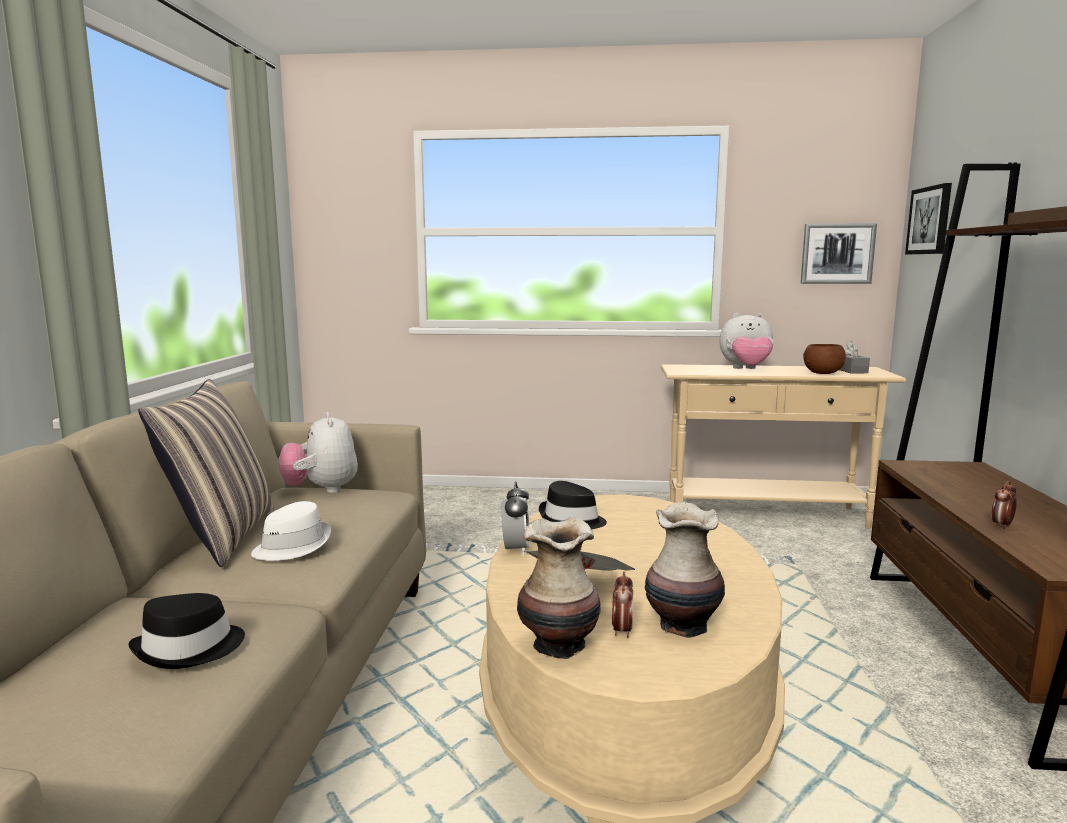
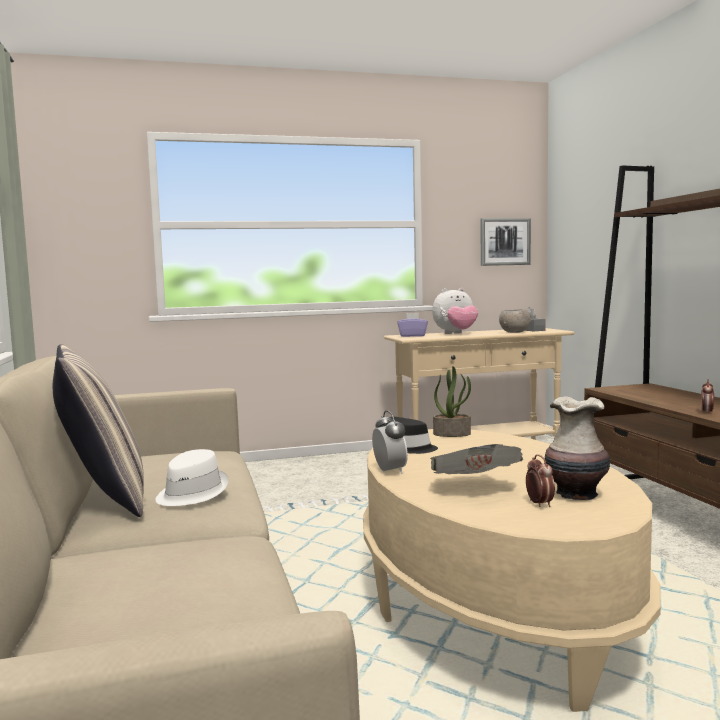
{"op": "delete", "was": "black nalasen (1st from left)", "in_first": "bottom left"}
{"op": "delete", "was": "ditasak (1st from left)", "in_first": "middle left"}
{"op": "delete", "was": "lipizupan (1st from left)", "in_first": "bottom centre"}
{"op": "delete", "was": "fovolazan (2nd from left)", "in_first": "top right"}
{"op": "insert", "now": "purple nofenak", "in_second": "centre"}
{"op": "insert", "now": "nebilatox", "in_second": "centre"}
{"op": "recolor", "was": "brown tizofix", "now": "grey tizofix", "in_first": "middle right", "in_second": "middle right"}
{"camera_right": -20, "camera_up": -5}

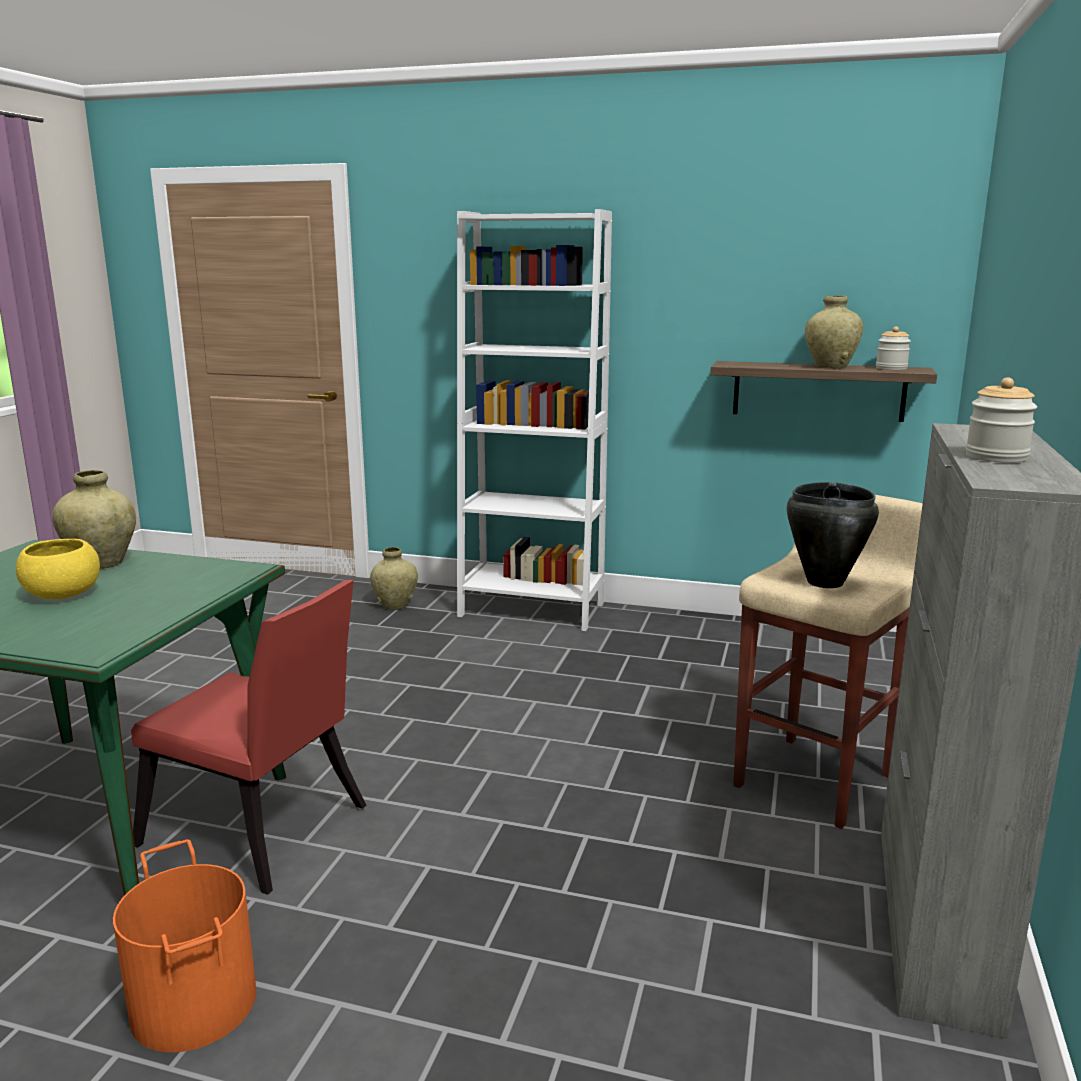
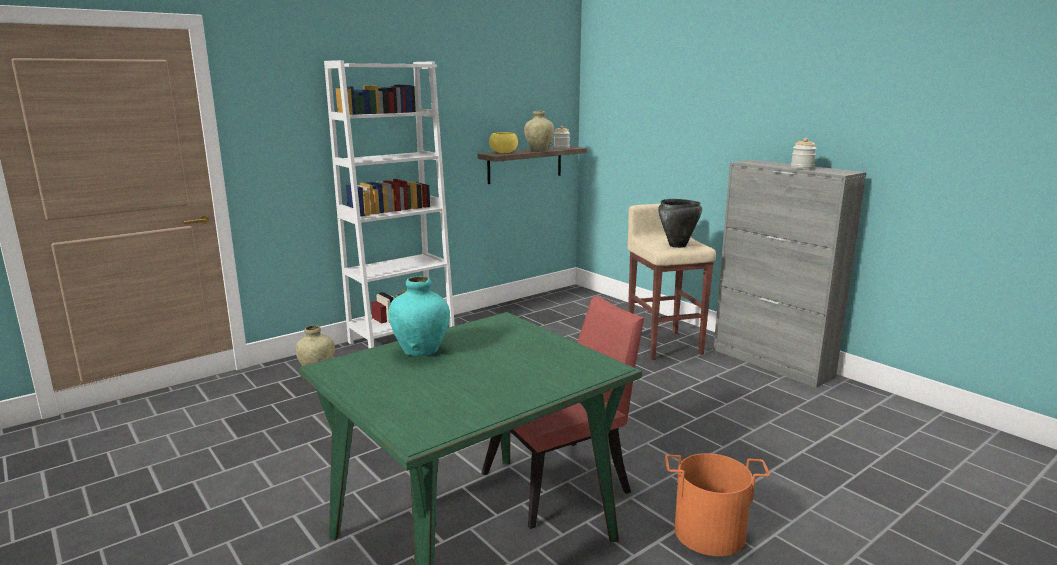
{"op": "move", "was": "yellow tizofix", "in_first": "middle left", "in_second": "top centre"}
{"op": "recolor", "was": "beige lipizupan (1st from left)", "now": "turquoise lipizupan", "in_first": "middle left", "in_second": "centre"}
{"camera_right": -55, "camera_up": 0}

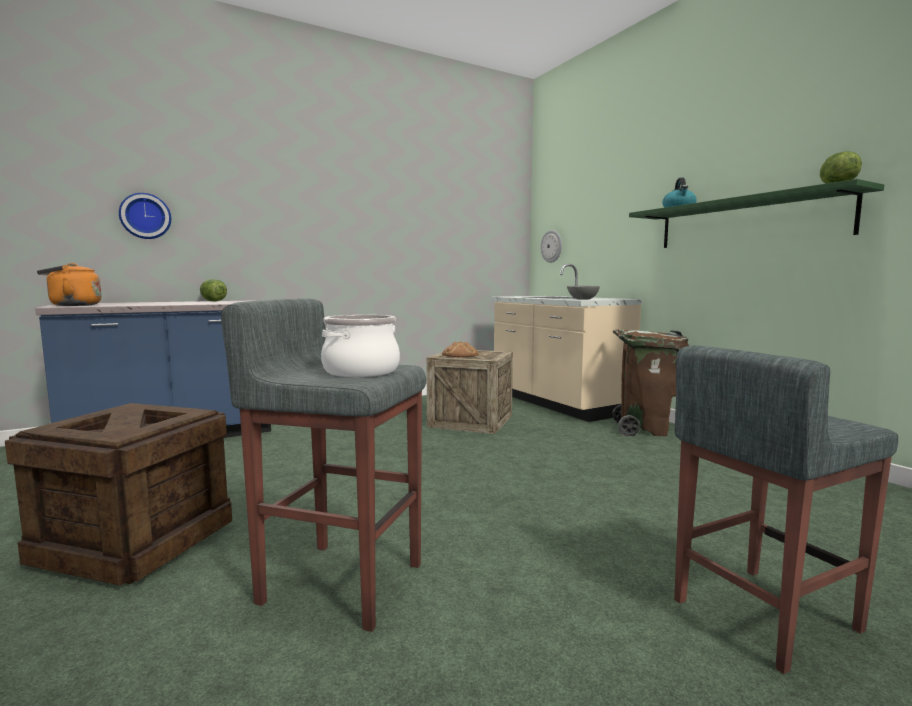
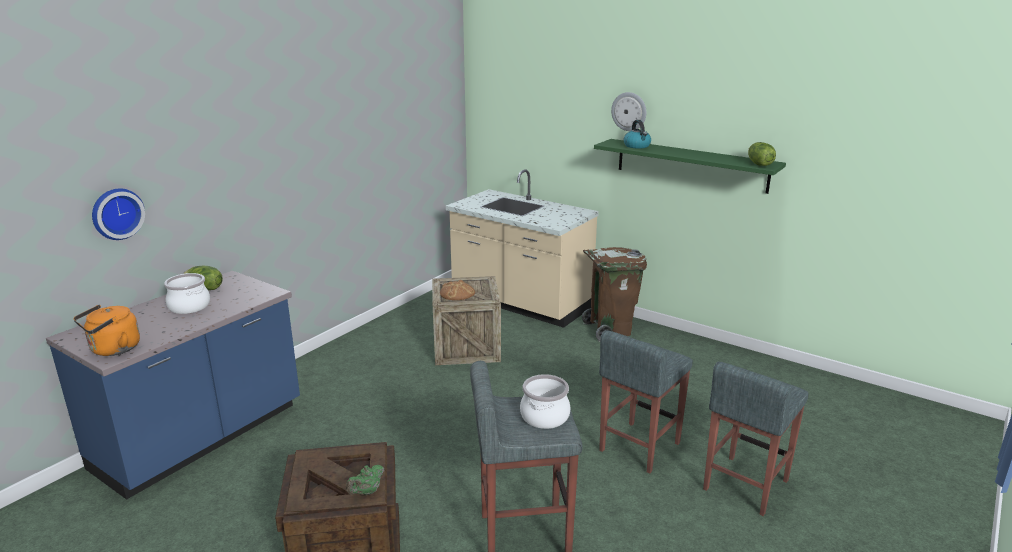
{"op": "delete", "was": "grey tizofix", "in_first": "centre"}
{"op": "insert", "now": "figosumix (1st from left)", "in_second": "middle left"}
{"op": "insert", "now": "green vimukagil", "in_second": "bottom centre"}
{"op": "insert", "now": "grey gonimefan (2nd from left)", "in_second": "bottom centre"}
{"op": "move", "was": "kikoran (2nd from left)", "in_first": "centre", "in_second": "top centre"}
{"camera_right": -25, "camera_up": 15}

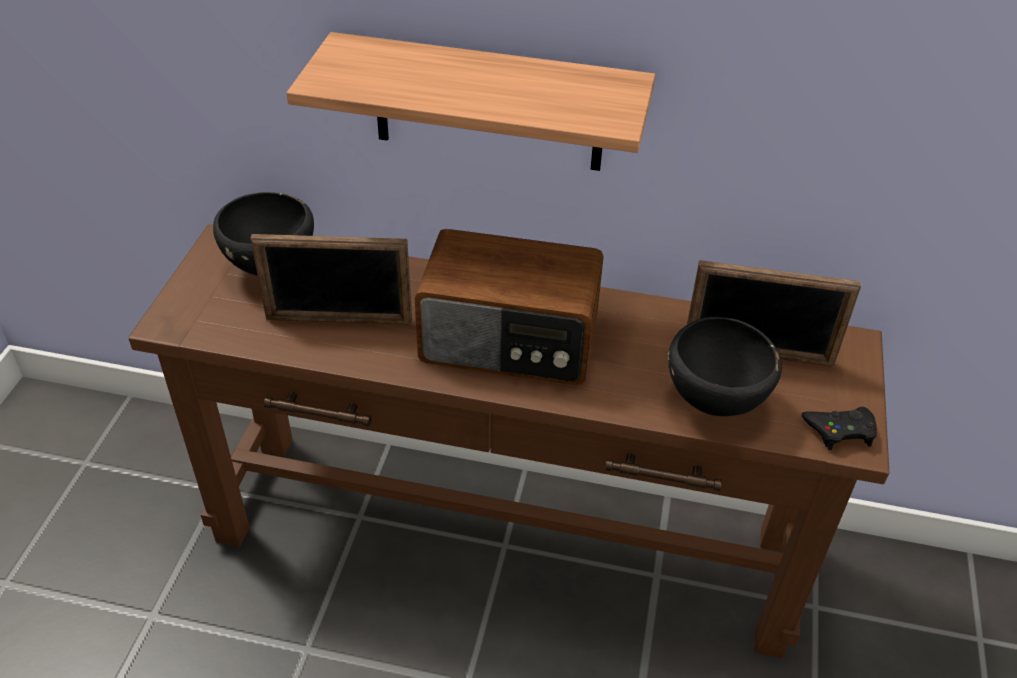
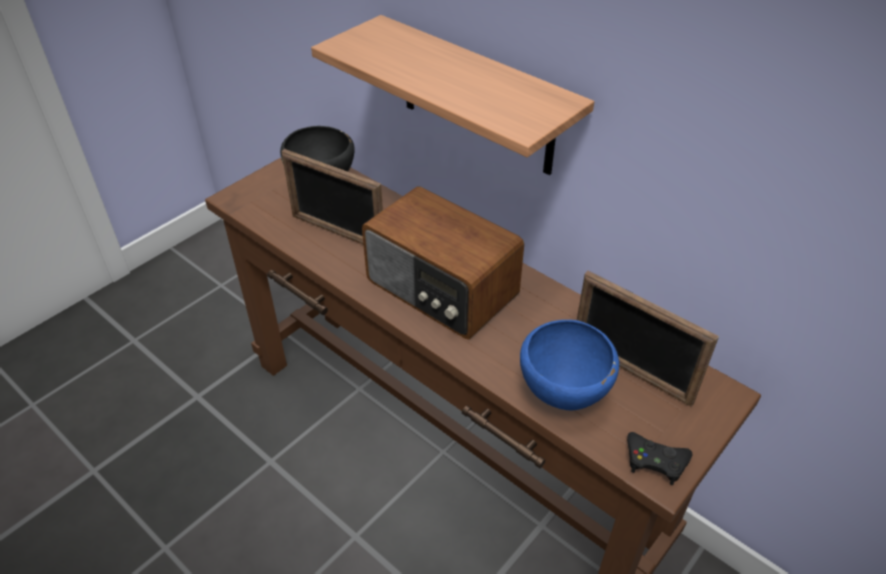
{"op": "recolor", "was": "black tizofix (2nd from left)", "now": "blue tizofix", "in_first": "middle right", "in_second": "centre"}
{"camera_right": 30, "camera_up": 0}

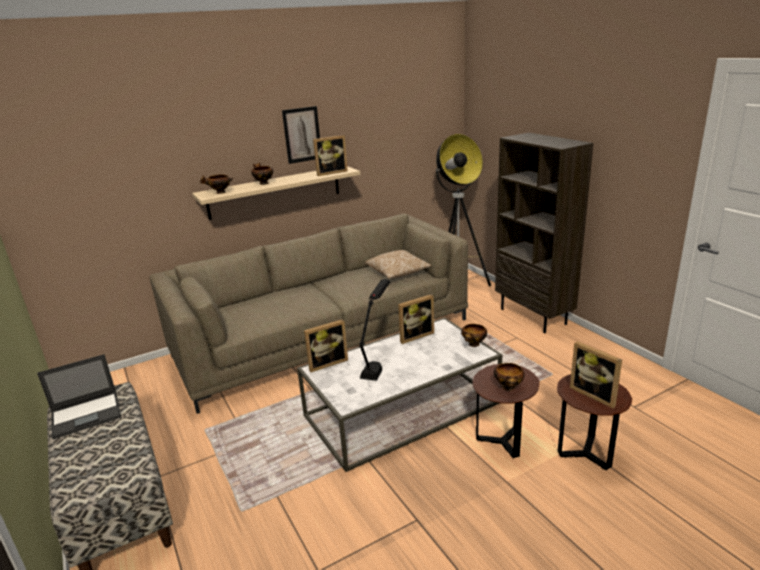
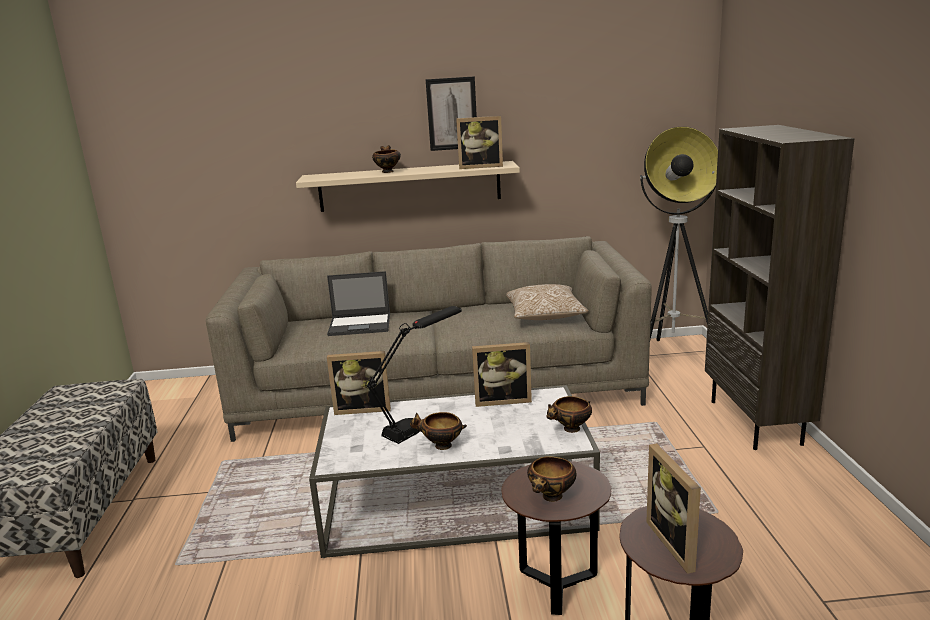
{"op": "move", "was": "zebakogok", "in_first": "bottom left", "in_second": "centre"}
{"op": "move", "was": "tizofix (1st from left in the first image)", "now": "tizofix (2nd from left)", "in_first": "top left", "in_second": "bottom centre"}
{"camera_right": 25, "camera_up": -5}

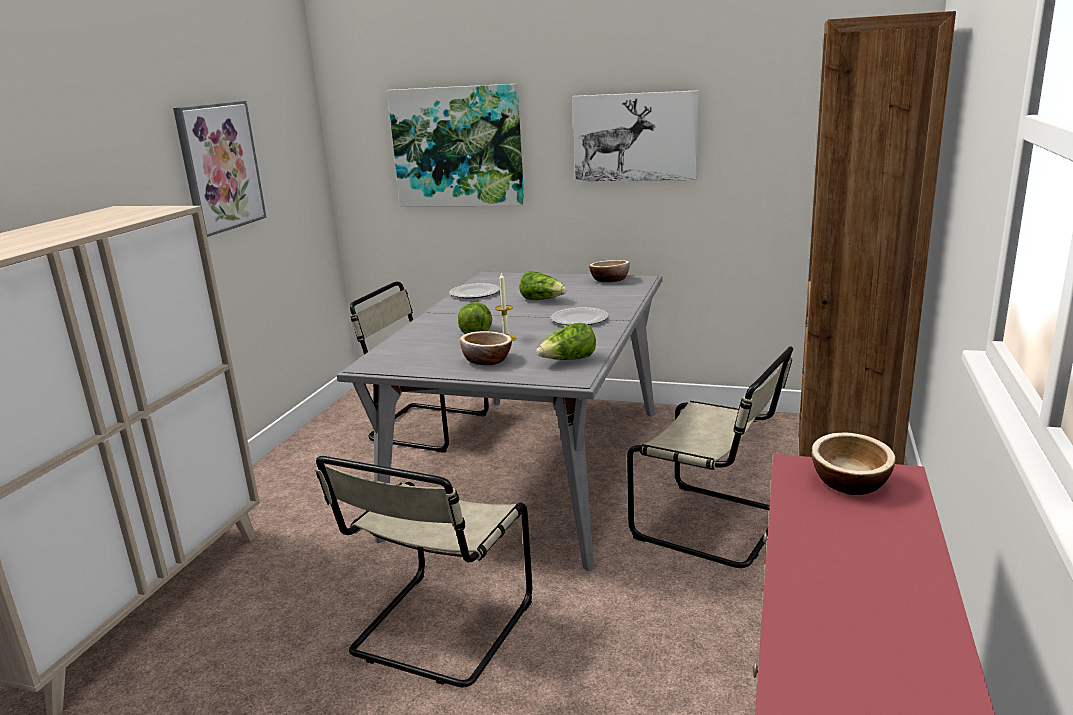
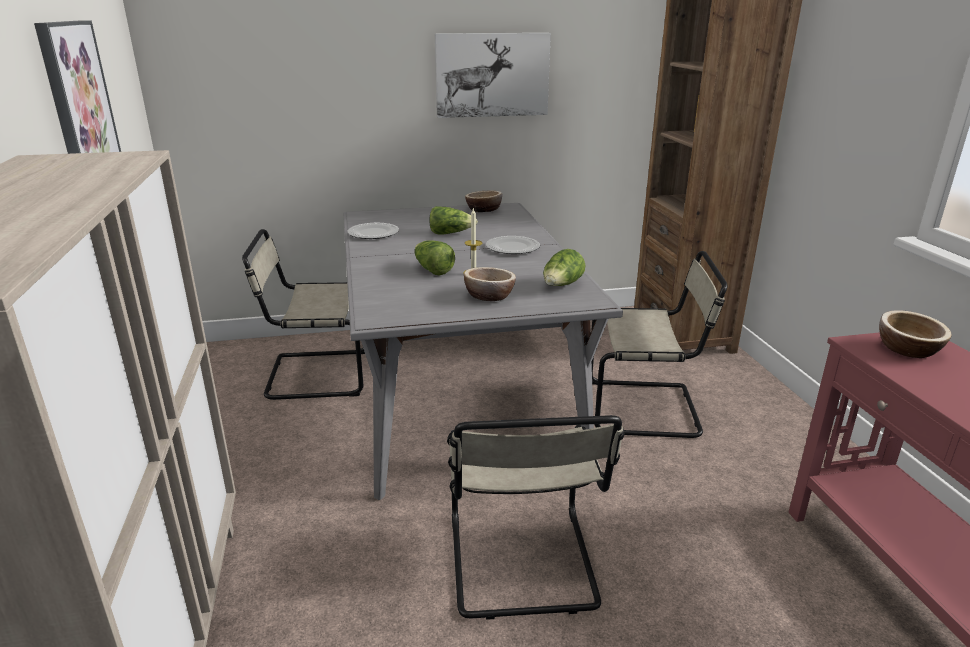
{"op": "delete", "was": "fovolazan (2nd from left)", "in_first": "top centre"}
{"camera_right": -30, "camera_up": 5}

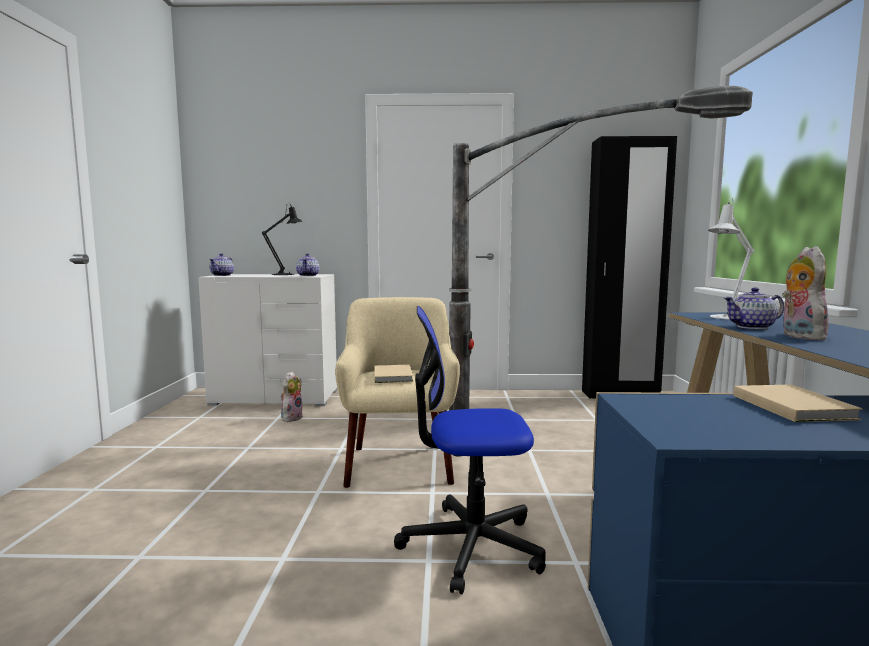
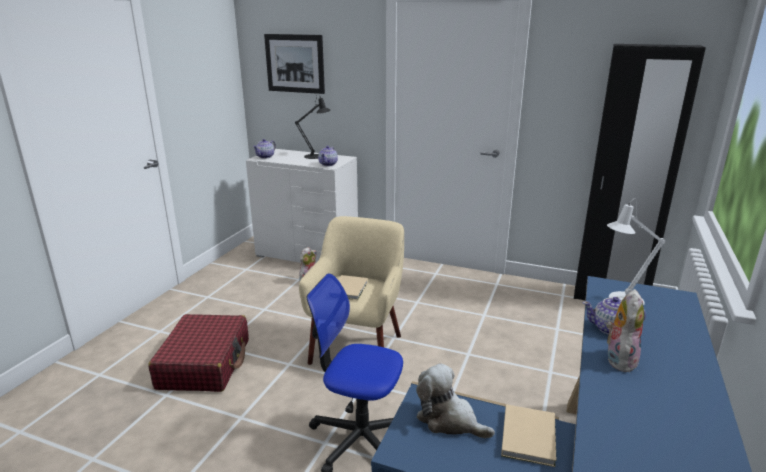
{"op": "delete", "was": "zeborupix", "in_first": "middle right"}
{"op": "insert", "now": "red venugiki", "in_second": "bottom left"}
{"op": "insert", "now": "fovolazan", "in_second": "top centre"}
{"op": "insert", "now": "ditasak (2nd from left)", "in_second": "bottom centre"}
{"camera_right": 20, "camera_up": 15}

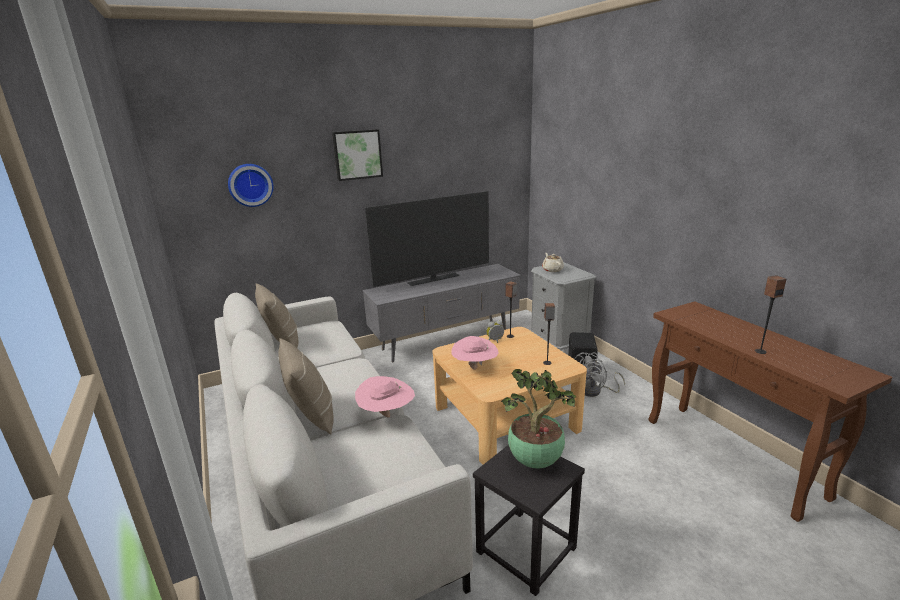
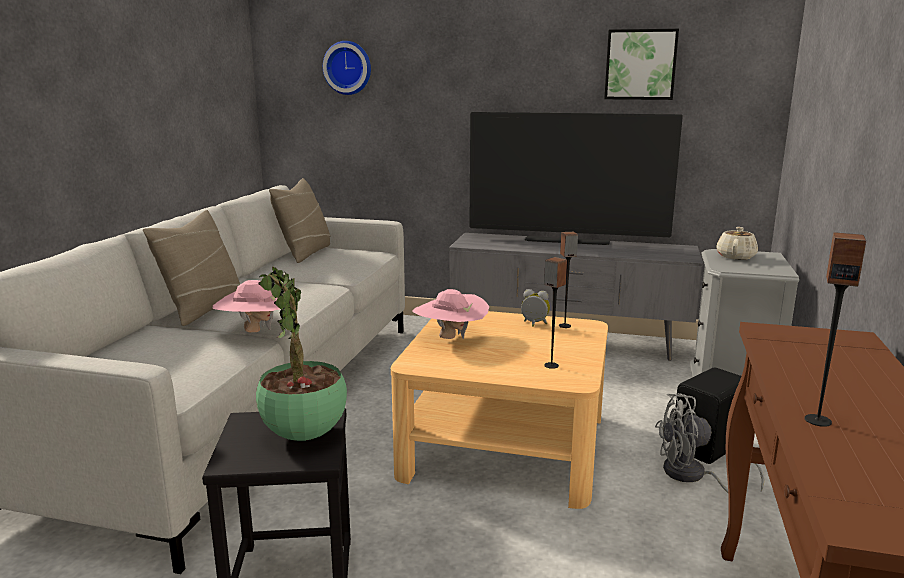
{"op": "move", "was": "fovolazan", "in_first": "top centre", "in_second": "top right"}
{"camera_right": 40, "camera_up": -5}

